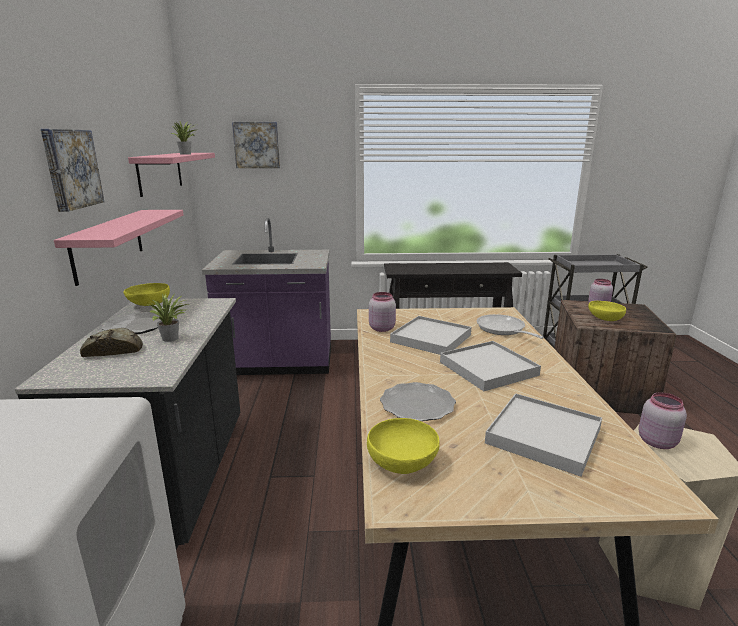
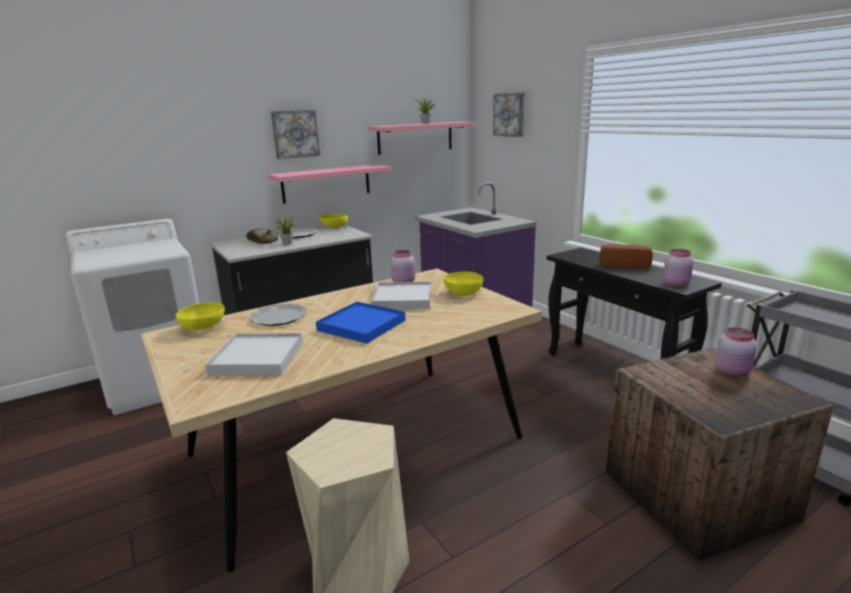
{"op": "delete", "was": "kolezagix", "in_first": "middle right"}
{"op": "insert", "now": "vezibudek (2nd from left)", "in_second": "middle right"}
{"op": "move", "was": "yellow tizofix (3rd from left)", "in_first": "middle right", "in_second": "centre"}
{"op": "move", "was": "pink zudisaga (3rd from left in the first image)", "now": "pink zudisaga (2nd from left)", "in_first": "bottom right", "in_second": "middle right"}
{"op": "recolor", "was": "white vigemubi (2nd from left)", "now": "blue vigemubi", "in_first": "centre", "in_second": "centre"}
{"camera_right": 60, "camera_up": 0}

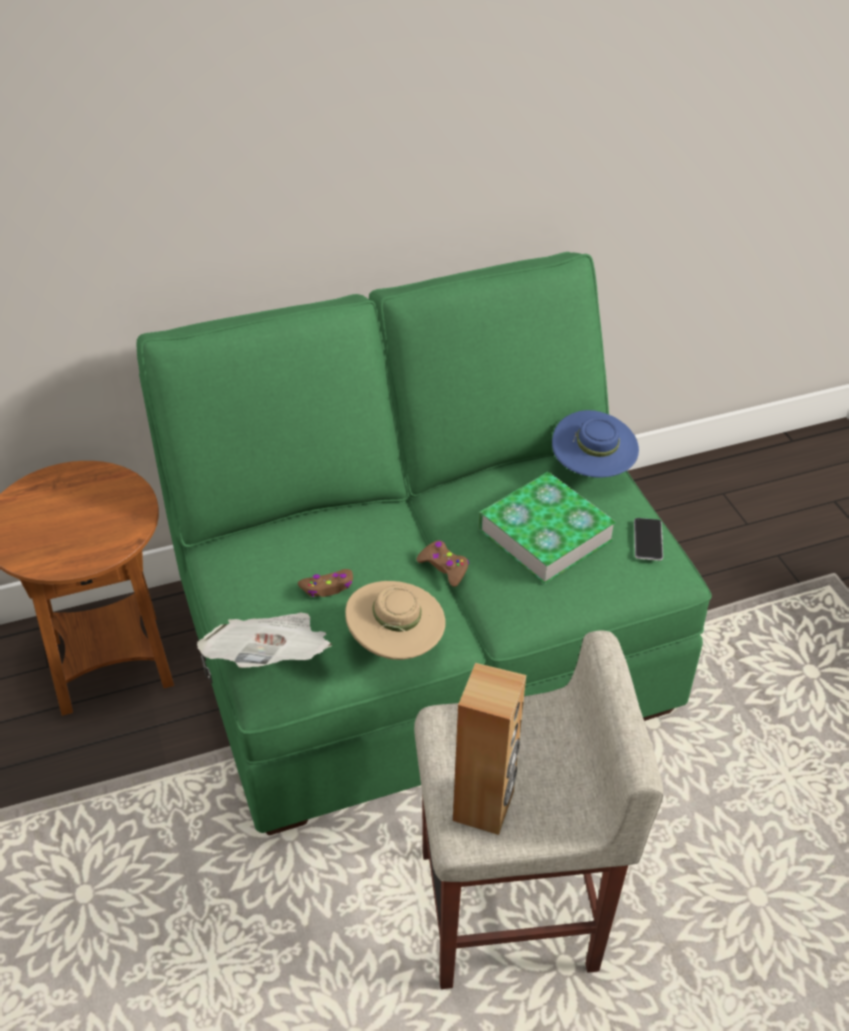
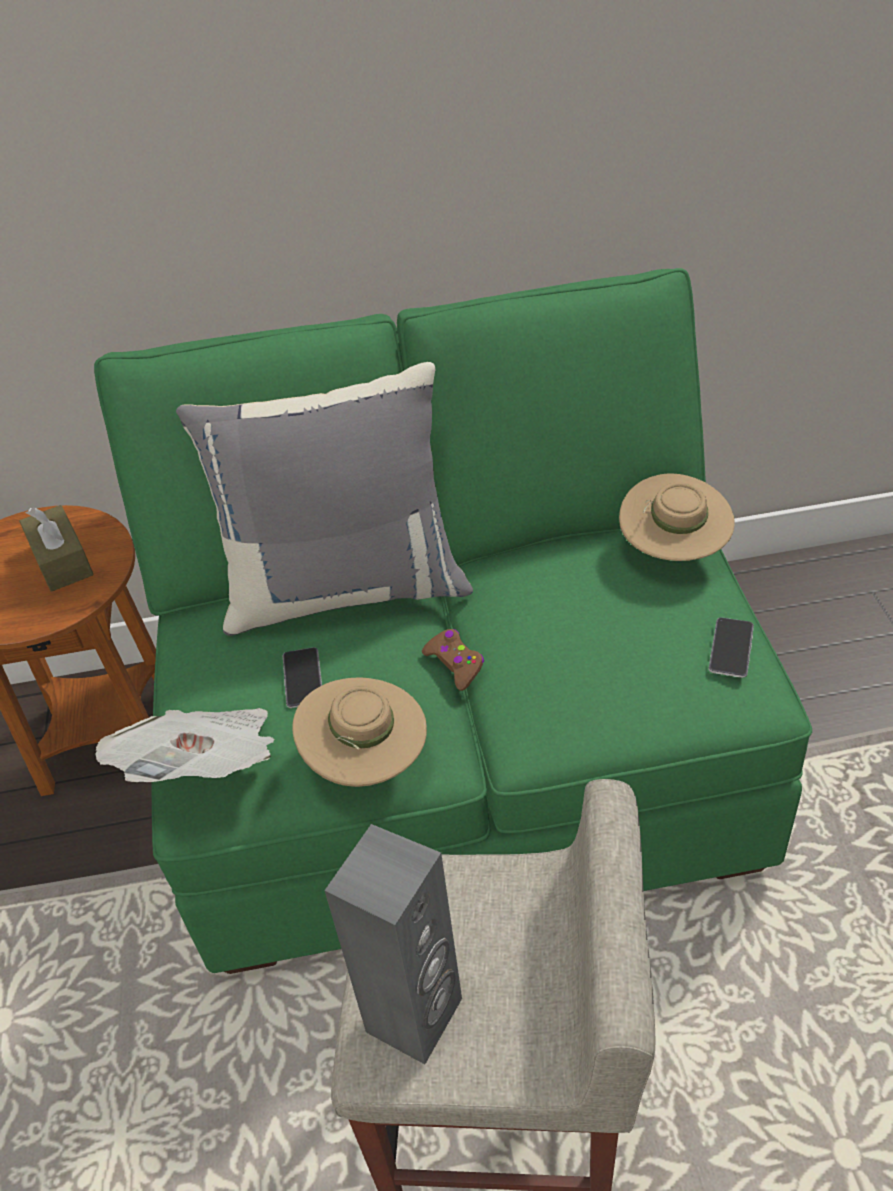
{"op": "delete", "was": "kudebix", "in_first": "centre"}
{"op": "insert", "now": "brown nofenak", "in_second": "middle left"}
{"op": "insert", "now": "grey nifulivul", "in_second": "centre"}
{"op": "replace", "was": "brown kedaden (1st from left)", "now": "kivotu (1st from left)", "in_first": "centre", "in_second": "centre"}
{"op": "recolor", "was": "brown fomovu", "now": "grey fomovu", "in_first": "bottom centre", "in_second": "bottom centre"}
{"op": "recolor", "was": "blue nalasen", "now": "beige nalasen (2nd from left)", "in_first": "middle right", "in_second": "middle right"}
{"camera_right": 15, "camera_up": 0}

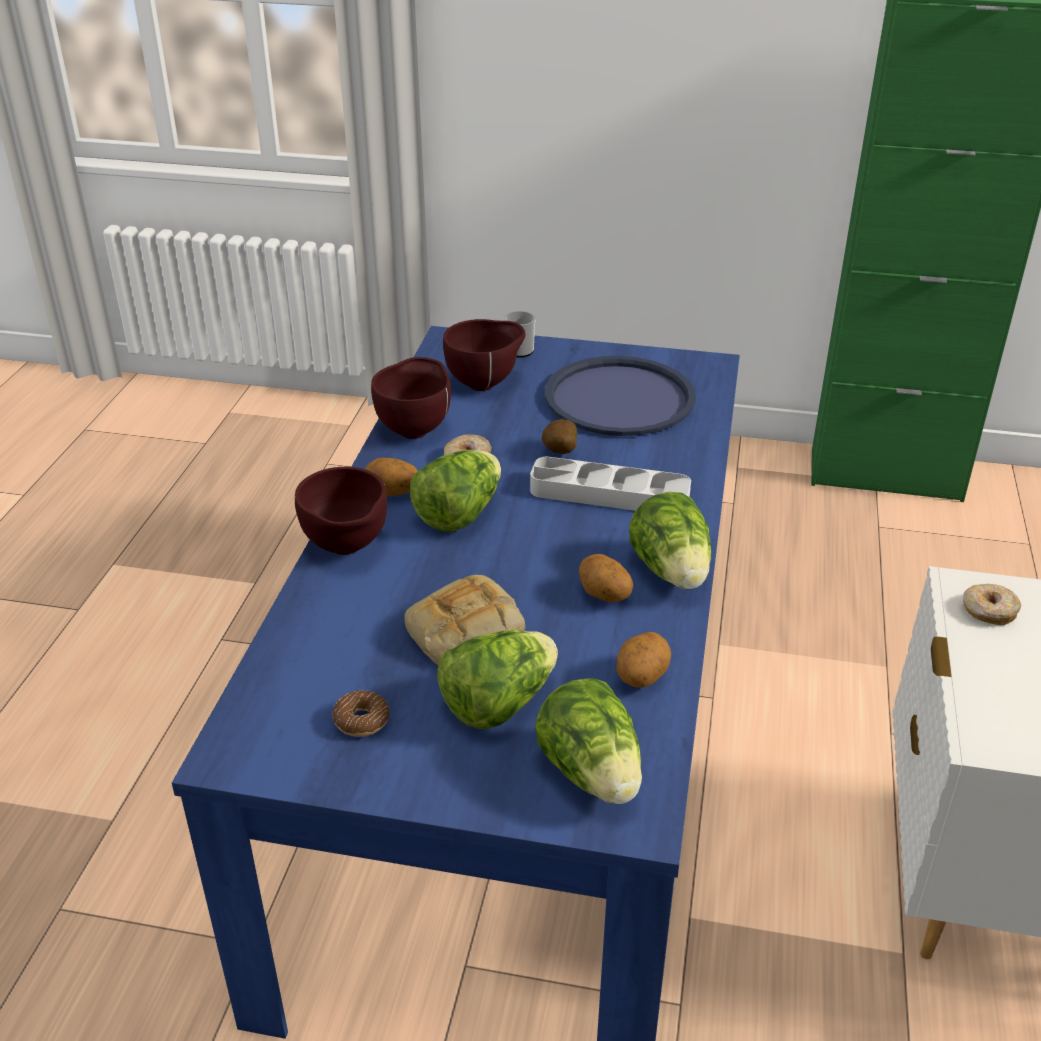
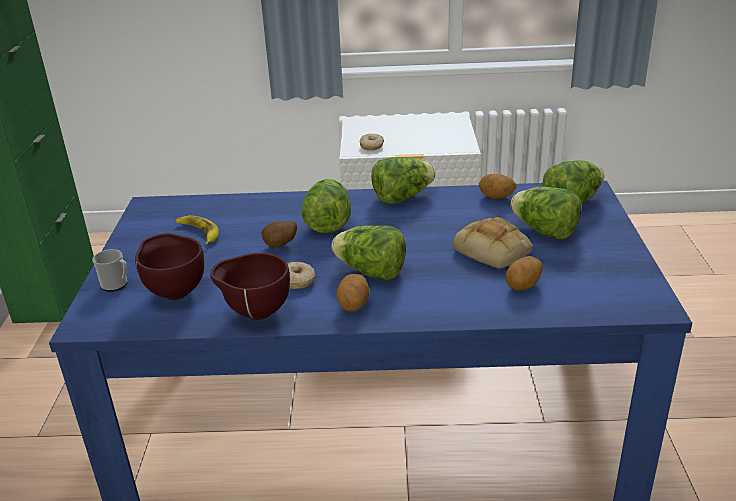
{"op": "delete", "was": "brown tizofix (1st from left)", "in_first": "middle left"}
{"op": "delete", "was": "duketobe (1st from left)", "in_first": "bottom centre"}
{"op": "move", "was": "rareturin (3rd from left in the first image)", "now": "rareturin (4th from left)", "in_first": "centre", "in_second": "middle right"}
{"op": "replace", "was": "grey vigemubi", "now": "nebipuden (1st from left)", "in_first": "centre", "in_second": "centre"}
{"op": "replace", "was": "blue vigemubi", "now": "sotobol", "in_first": "centre", "in_second": "middle left"}
{"camera_right": -100, "camera_up": -5}

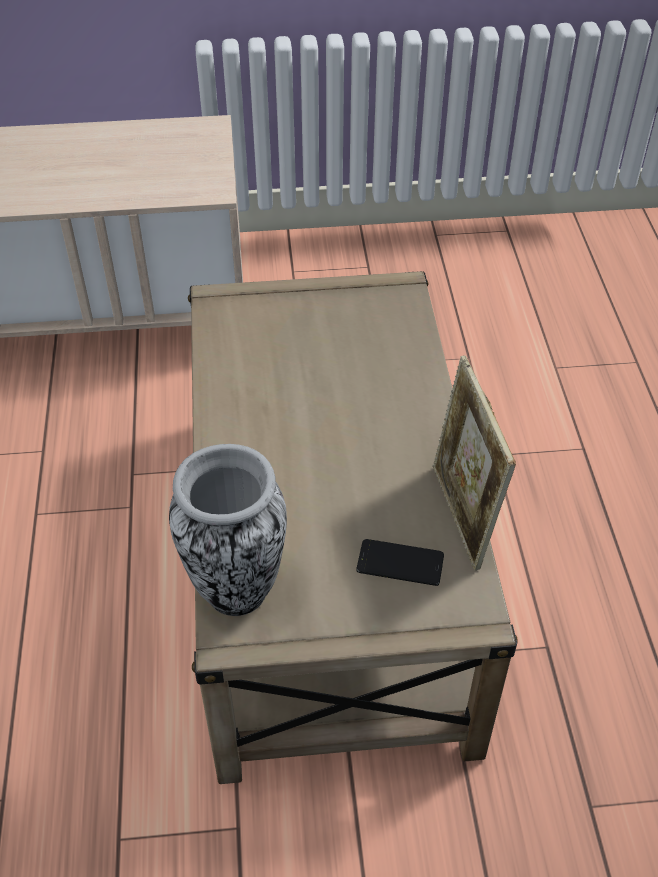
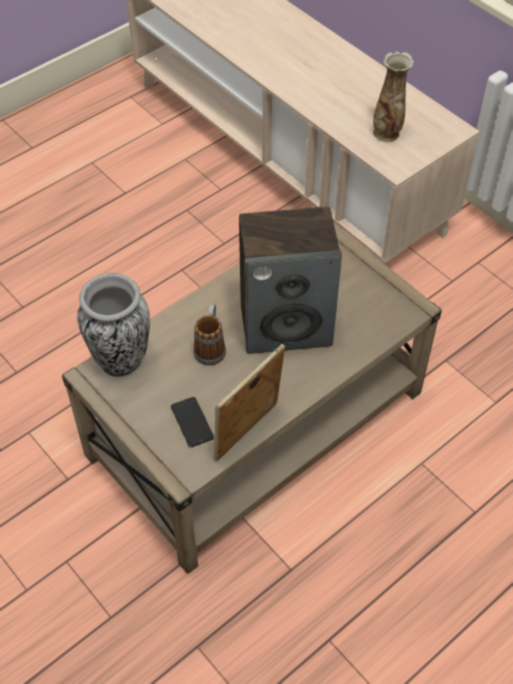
{"op": "insert", "now": "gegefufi", "in_second": "centre"}
{"op": "insert", "now": "fomovu", "in_second": "centre"}
{"op": "insert", "now": "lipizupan (2nd from left)", "in_second": "top right"}
{"camera_right": 55, "camera_up": 5}

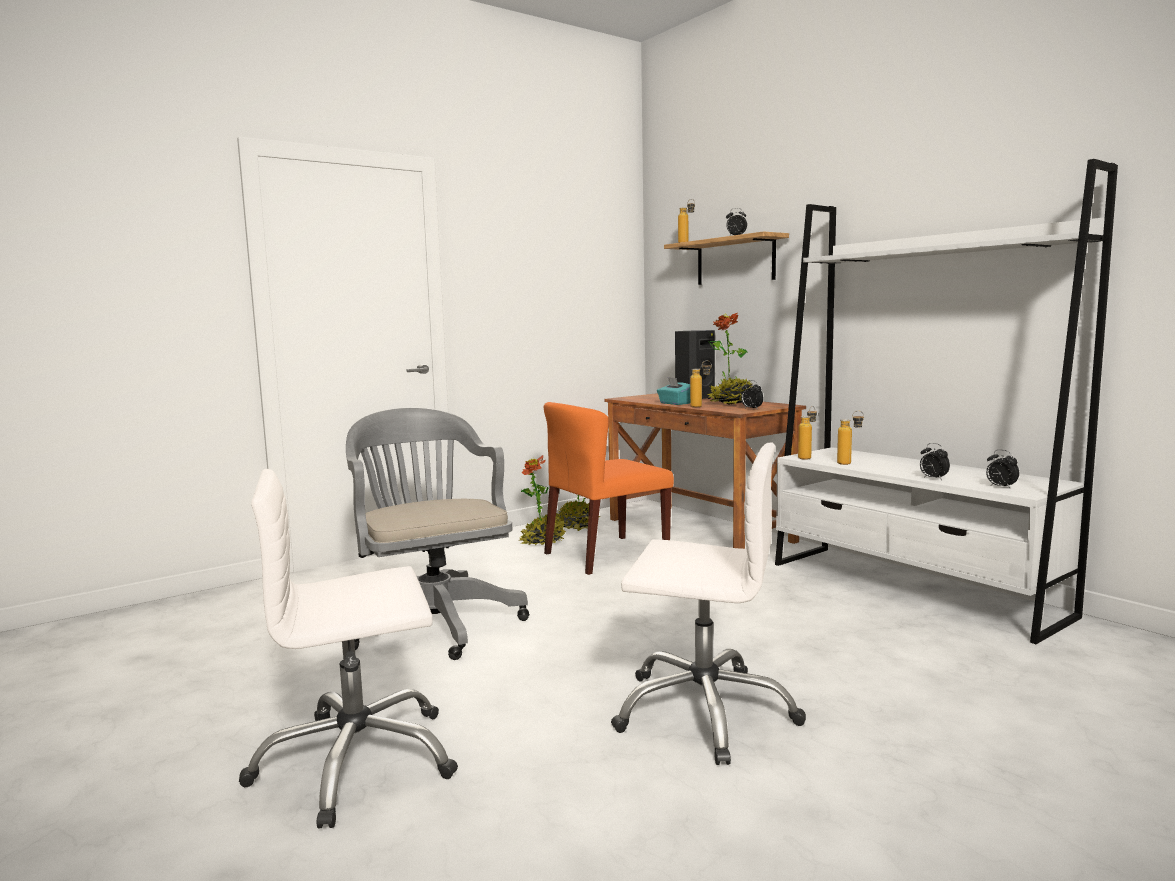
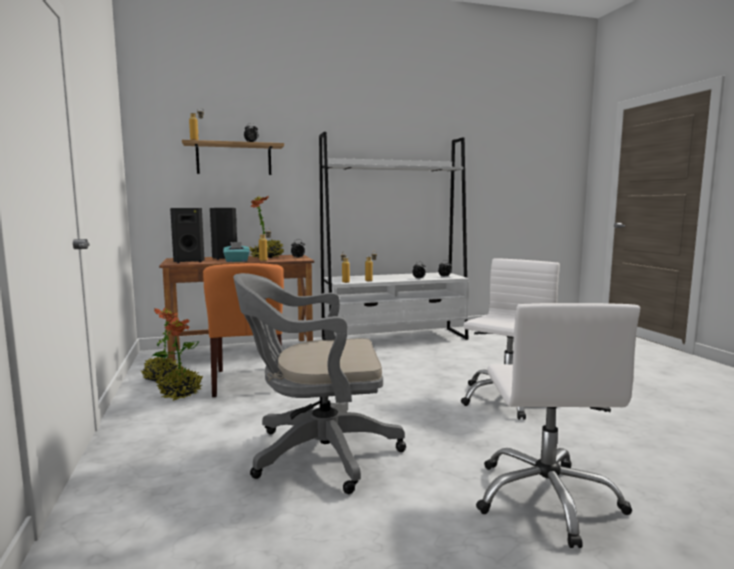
{"op": "insert", "now": "black fomovu (1st from left)", "in_second": "middle left"}
{"camera_right": -70, "camera_up": 0}

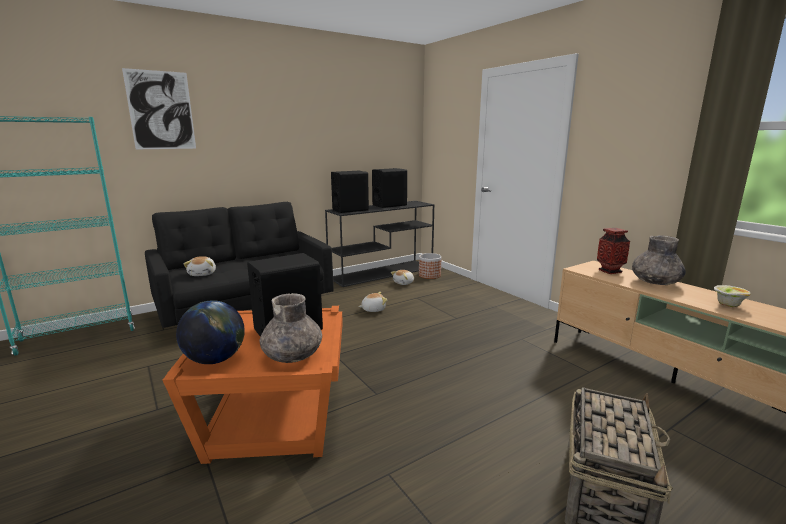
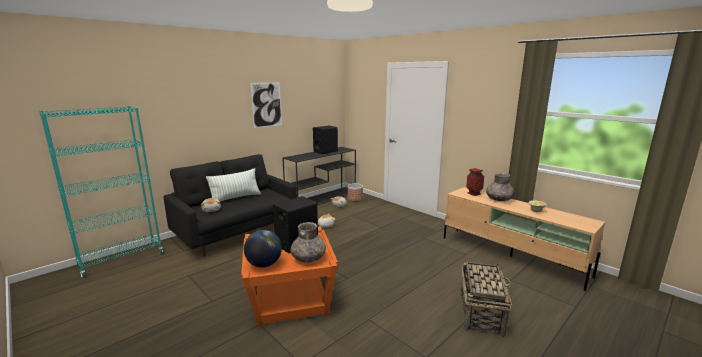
{"op": "delete", "was": "black fomovu (2nd from left)", "in_first": "centre"}
{"op": "insert", "now": "nifulivul", "in_second": "middle left"}
{"op": "move", "was": "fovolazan", "in_first": "top left", "in_second": "top centre"}
{"camera_right": -10, "camera_up": 0}

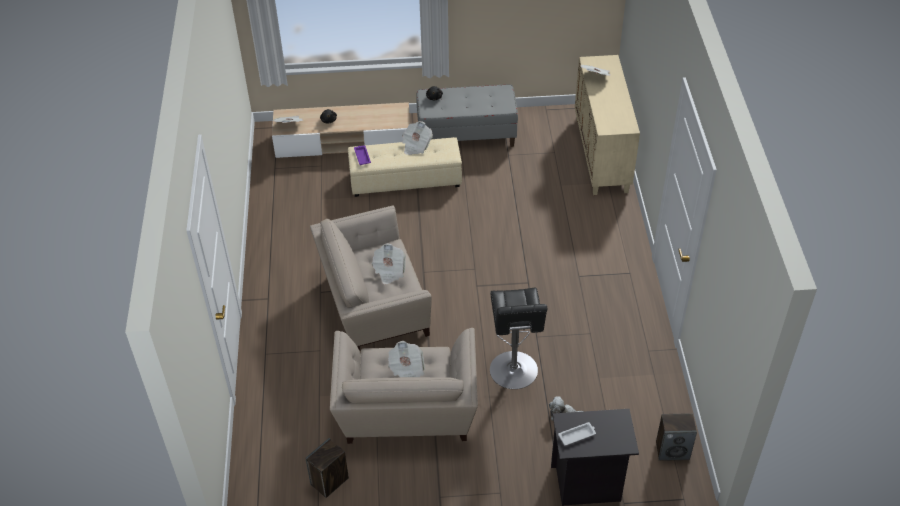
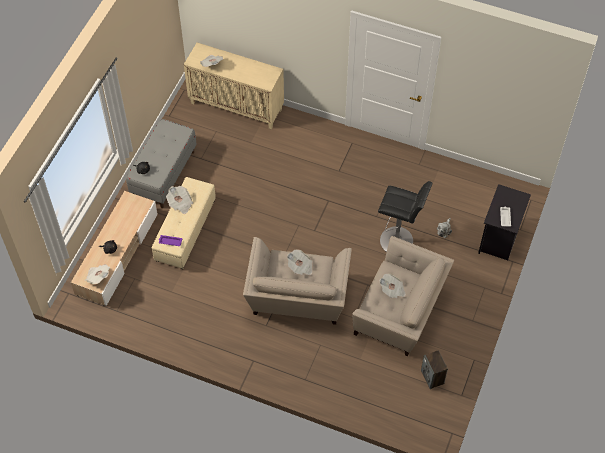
{"op": "delete", "was": "fomovu (2nd from left)", "in_first": "bottom right"}
{"camera_right": -65, "camera_up": 10}

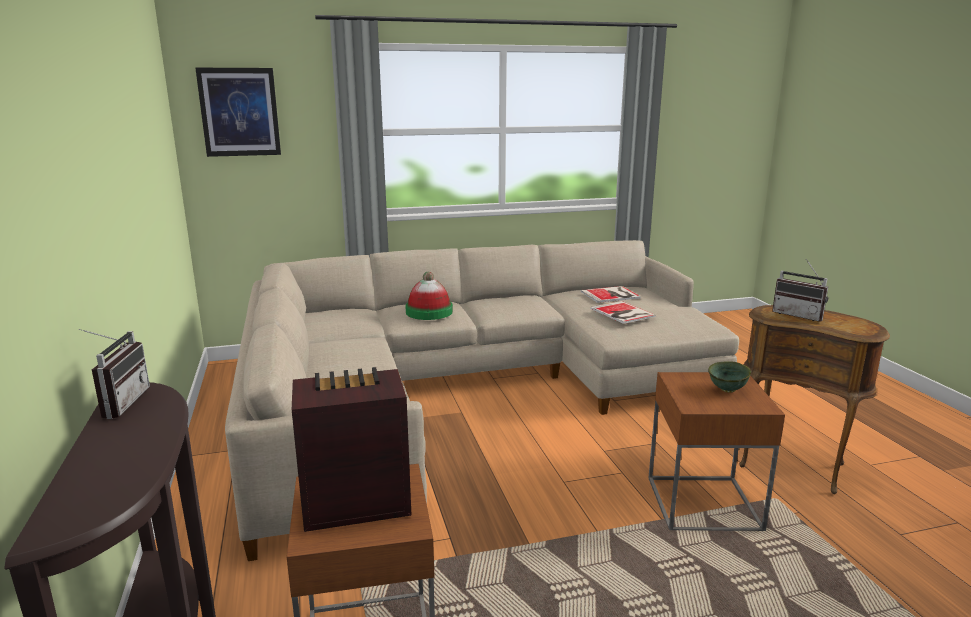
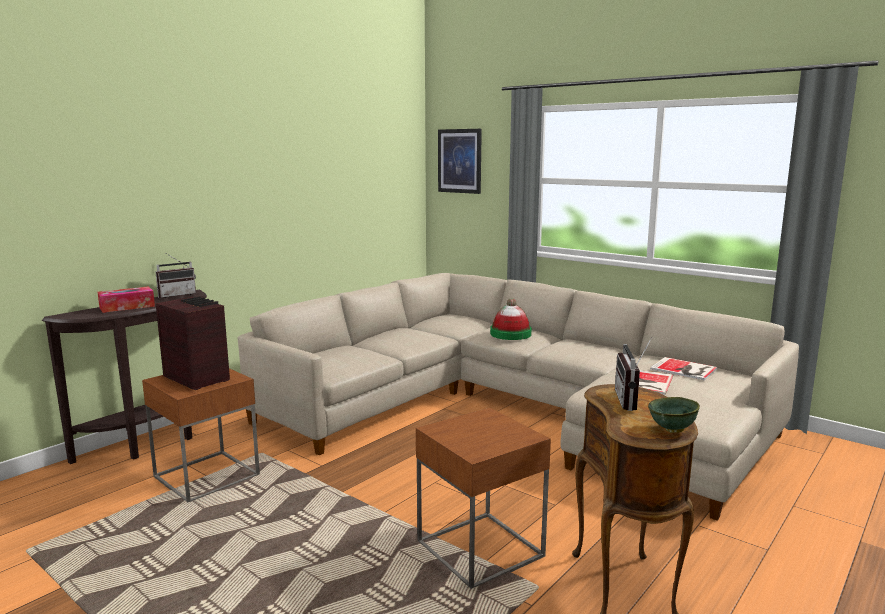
{"op": "insert", "now": "nofenak", "in_second": "middle left"}
{"op": "move", "was": "green tizofix", "in_first": "middle right", "in_second": "bottom right"}
{"camera_right": 55, "camera_up": -5}

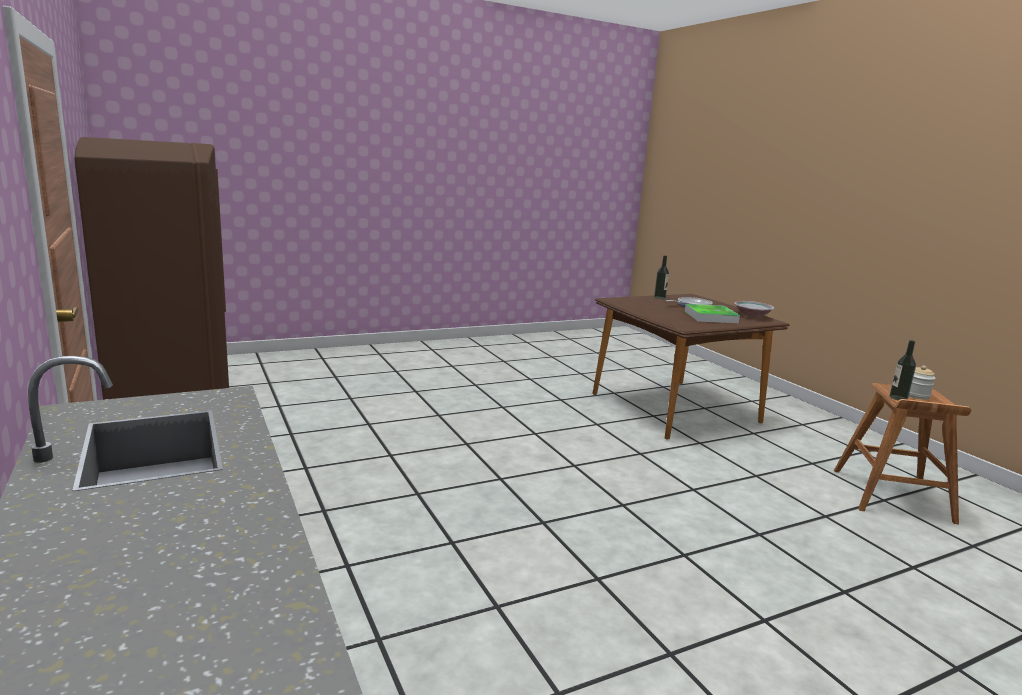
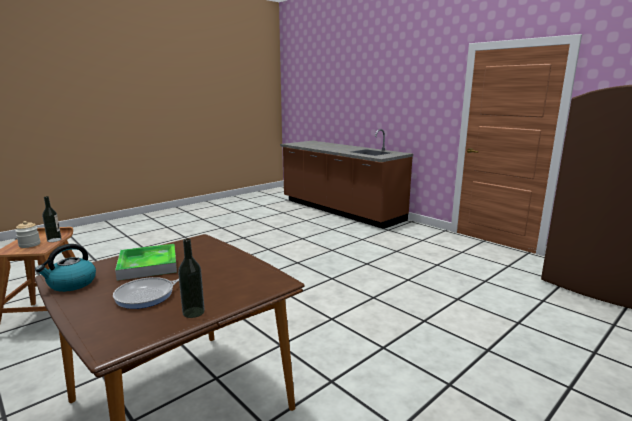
{"op": "replace", "was": "tizofix", "now": "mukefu", "in_first": "middle right", "in_second": "middle left"}
{"camera_right": 165, "camera_up": 0}

